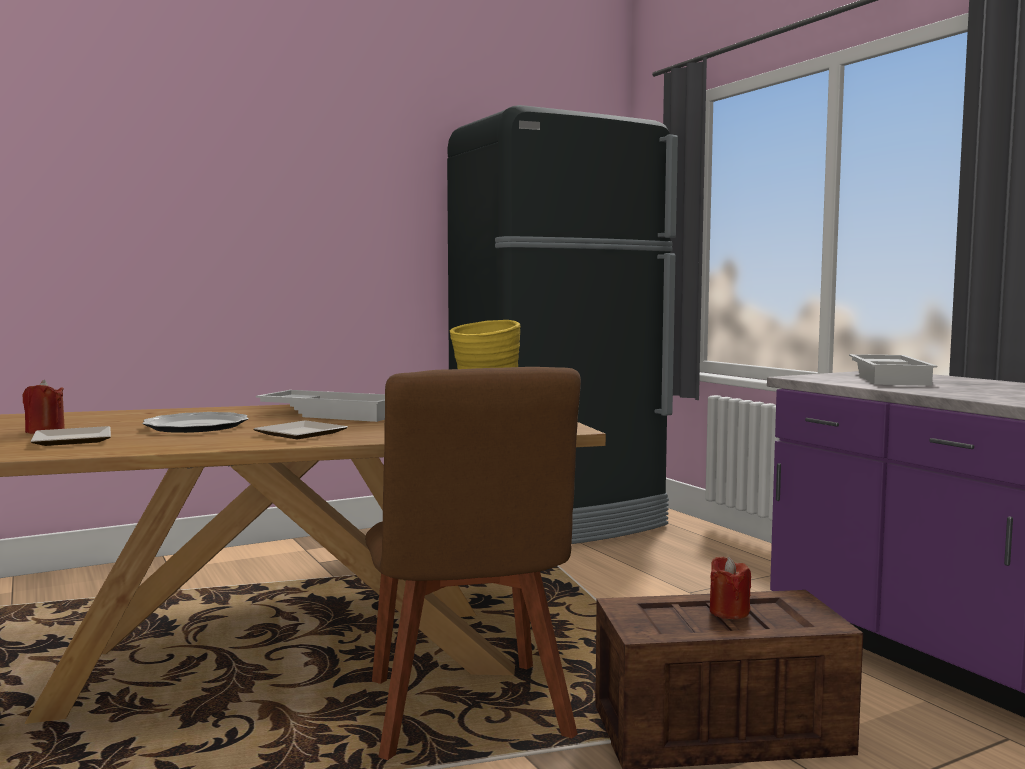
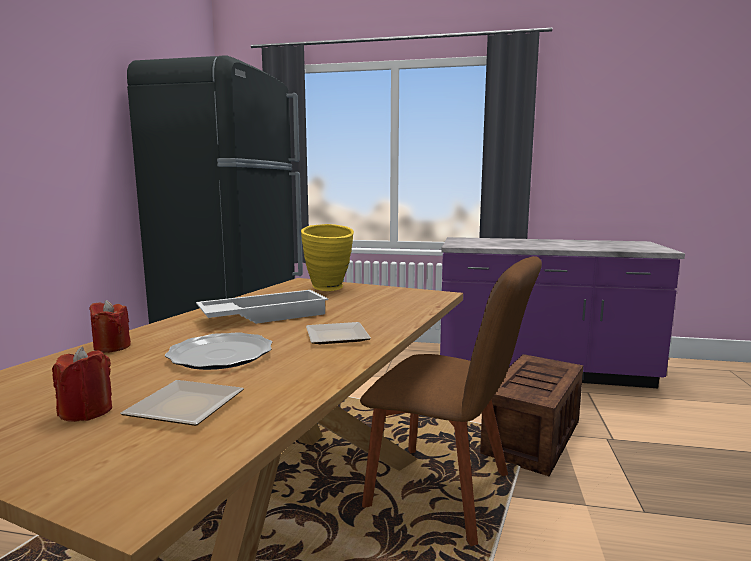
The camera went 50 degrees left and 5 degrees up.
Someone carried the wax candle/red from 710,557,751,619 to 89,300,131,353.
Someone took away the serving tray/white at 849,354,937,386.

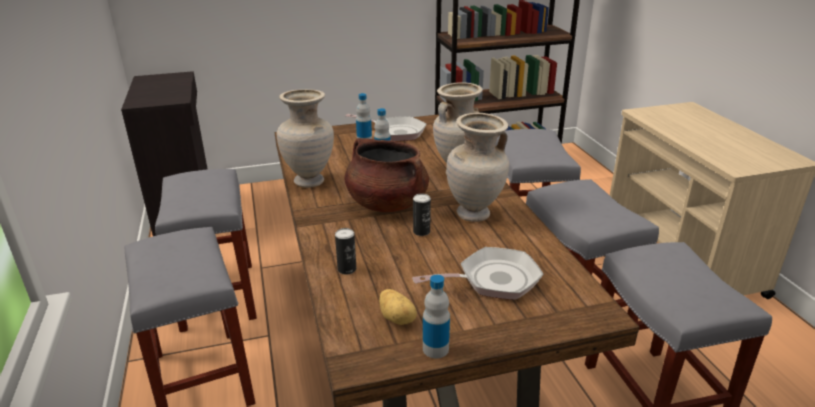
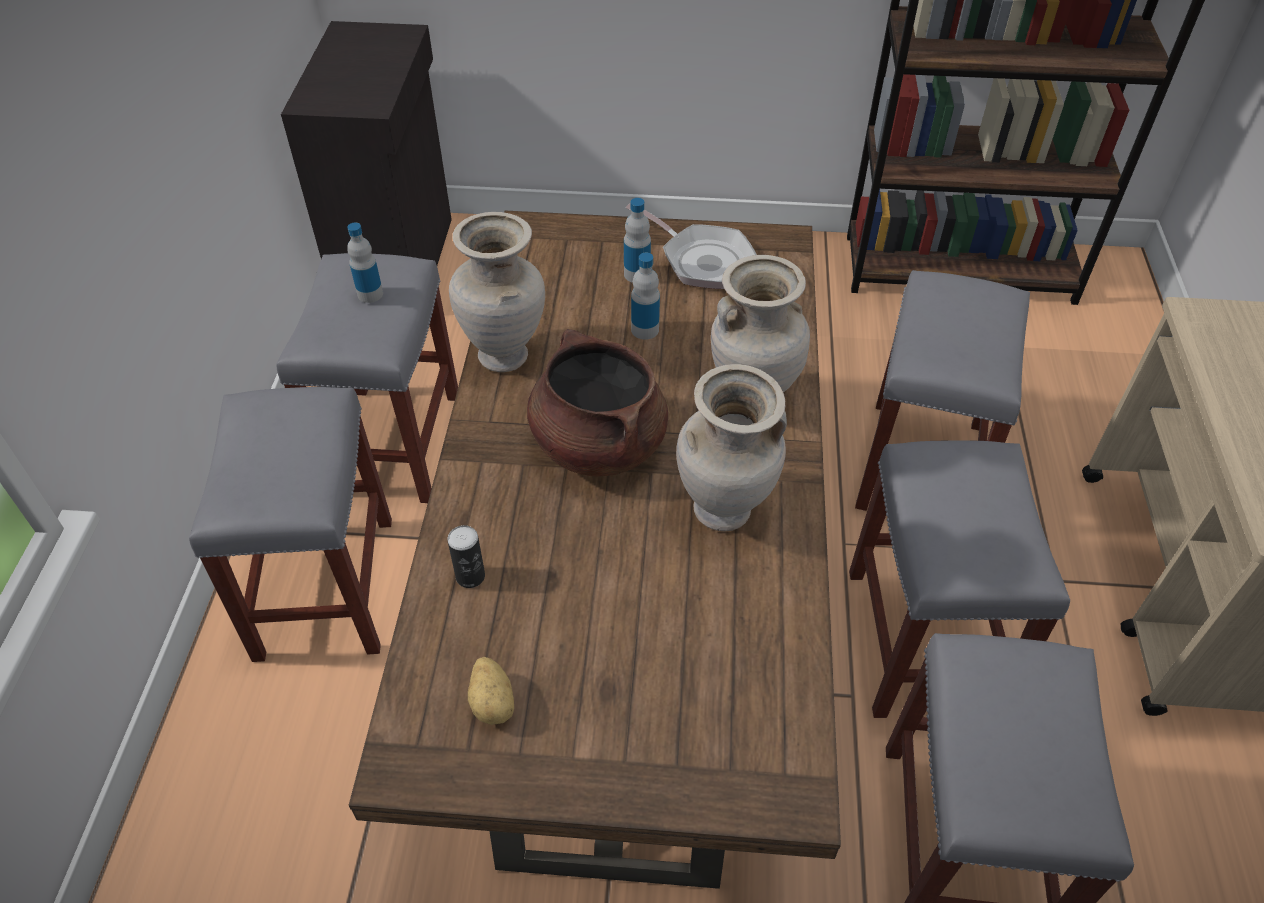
The camera went 20 degrees right and 20 degrees up.
Someone carried the beverage bottle from 423,274,450,358 to 347,222,383,303.
Someone took away the pan at 412,247,544,300.
Someone took away the metal can at 413,193,431,236.

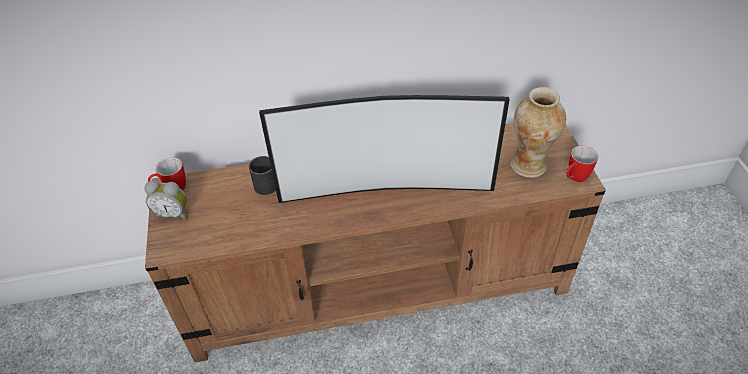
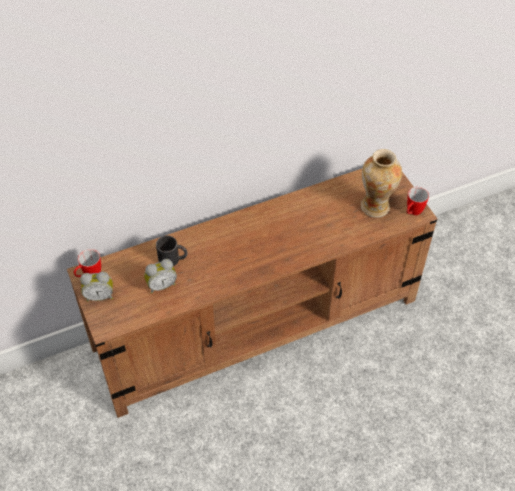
The camera went 15 degrees left and 5 degrees up.
Someone put down the bedside clock at 144,259,177,294.
Someone took away the TV at 259,95,510,203.

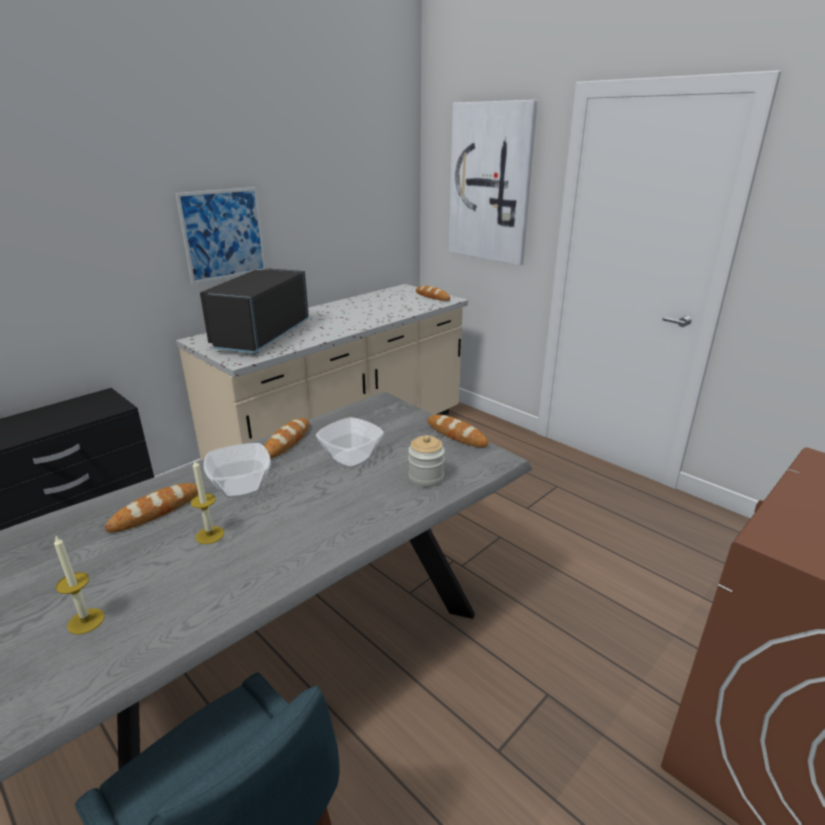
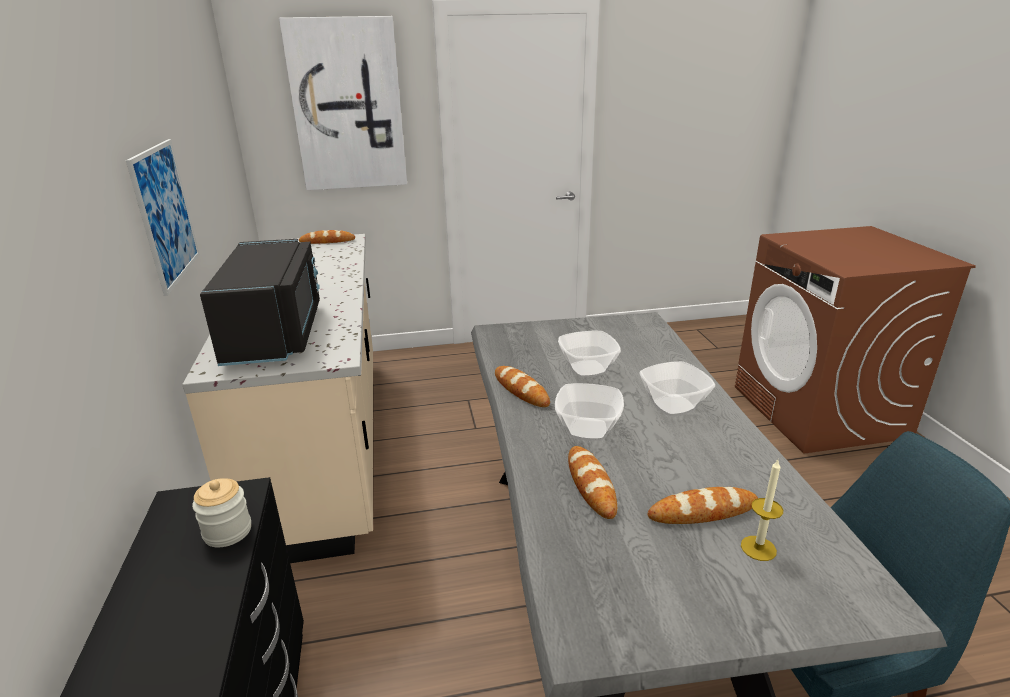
The camera went 55 degrees left and 0 degrees up.
Someone carried the storage jar from 408,435,445,487 to 192,478,251,547.
Someone rotated the microwave/black at 200,268,309,353 by 150 degrees counterclockwise.
Someone put down the bowl at 639,361,715,416.
Someone carried the bread from 428,415,488,447 to 648,487,758,524.
Someone took away the wax candle at 190,460,224,544.

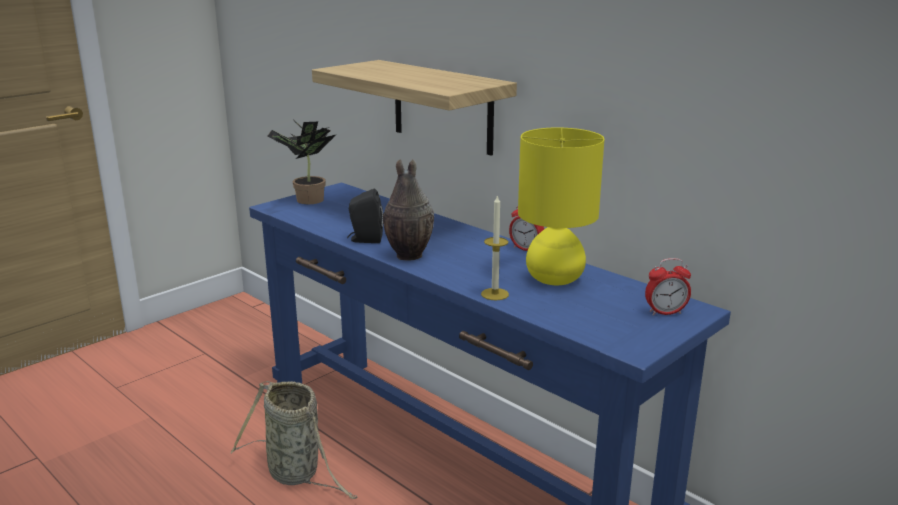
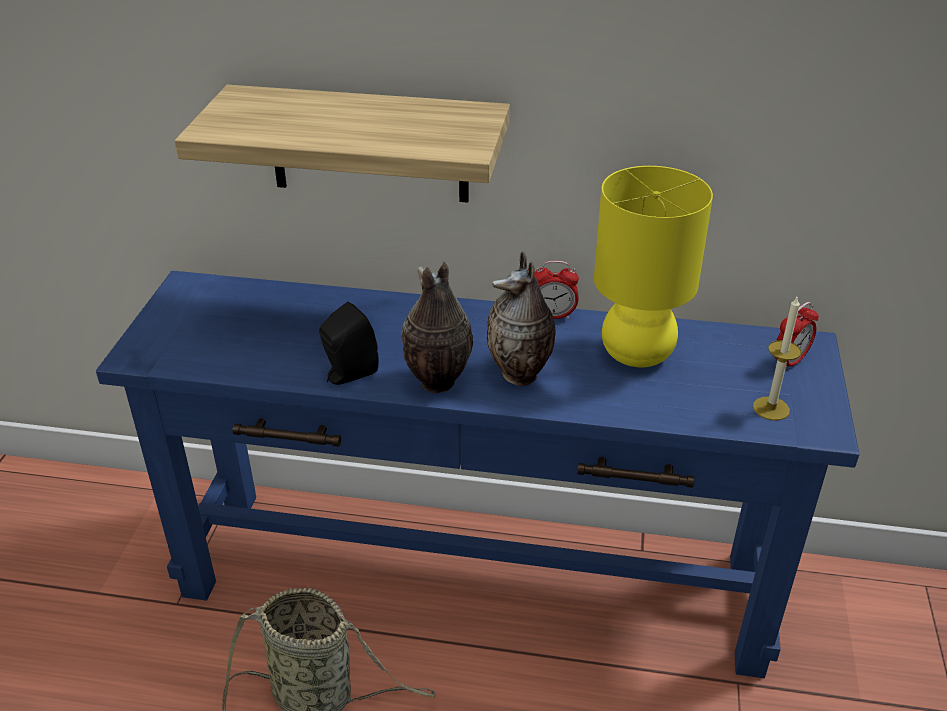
The camera went 35 degrees left and 15 degrees up.
Someone put down the decorative vase at 487,251,556,386.
Someone carried the wax candle from 481,194,509,300 to 753,295,801,421.
Someone took away the houseplant at 268,119,337,204.

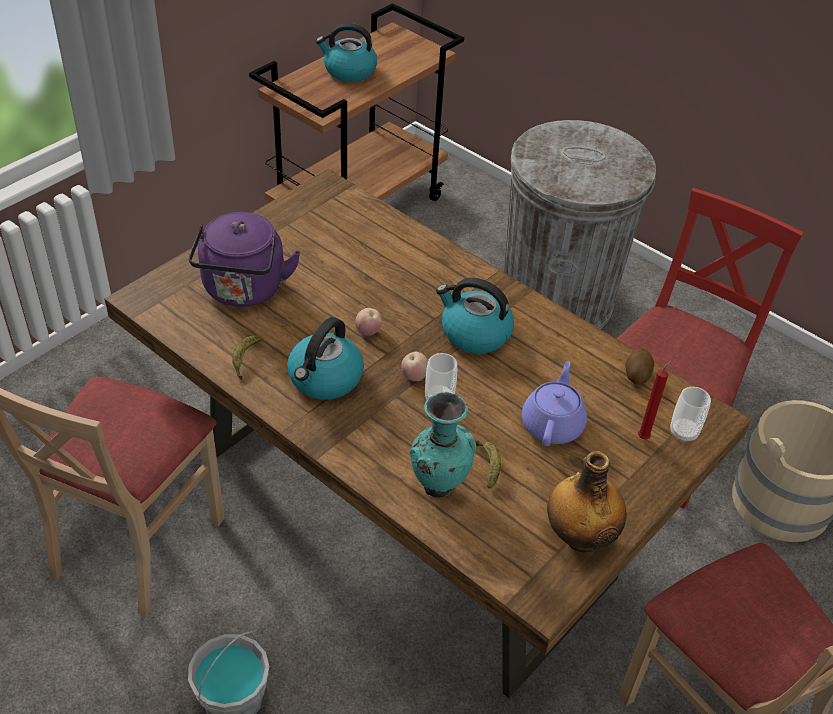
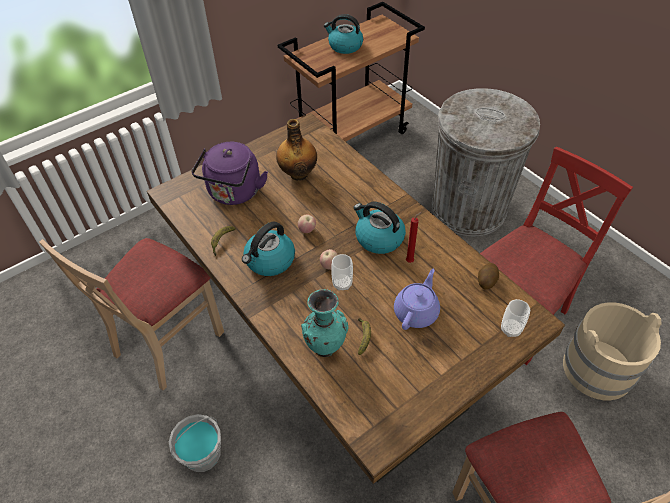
The camera went 15 degrees right and 5 degrees up.
Someone carried the beverage bottle from 547,451,626,552 to 276,119,317,181.
Someone carried the wax candle/red from 638,360,672,439 to 406,212,421,263.

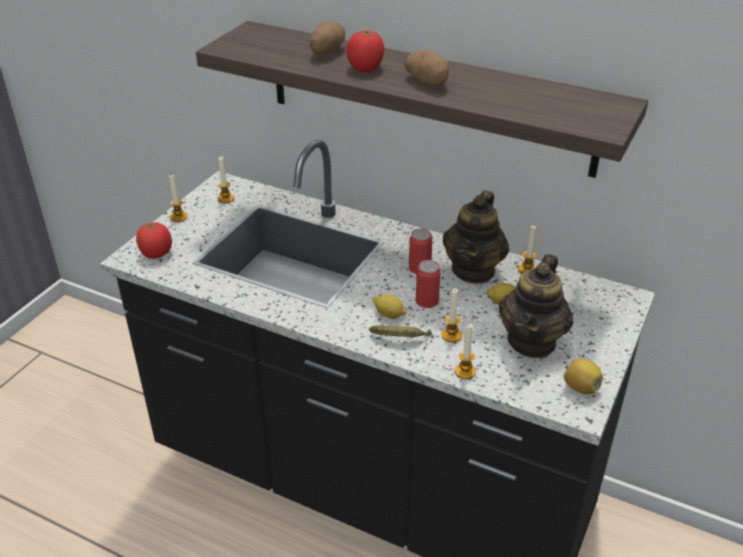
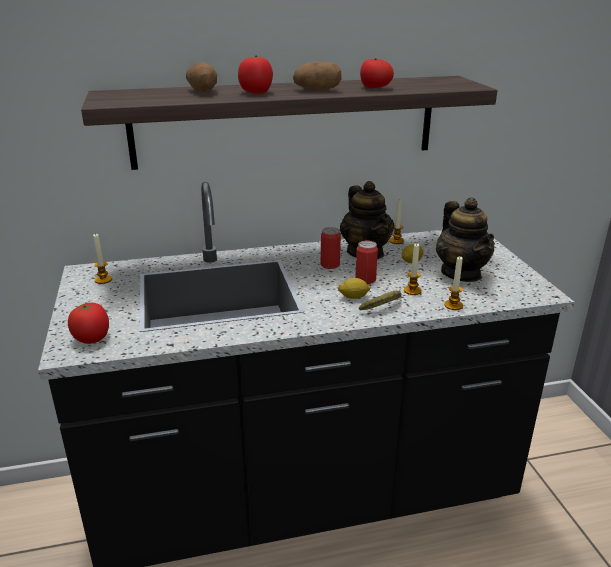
The camera went 40 degrees left and 10 degrees down.
Someone put down the whole tomato at 360,58,394,88.
Someone took away the wax candle at 169,174,187,222.
Someone took away the lemon at 564,358,603,394.

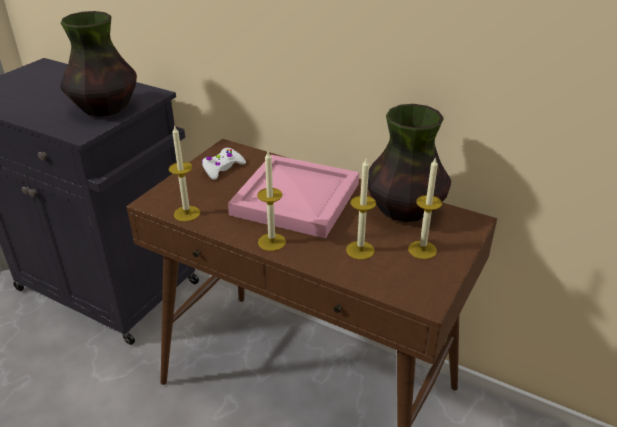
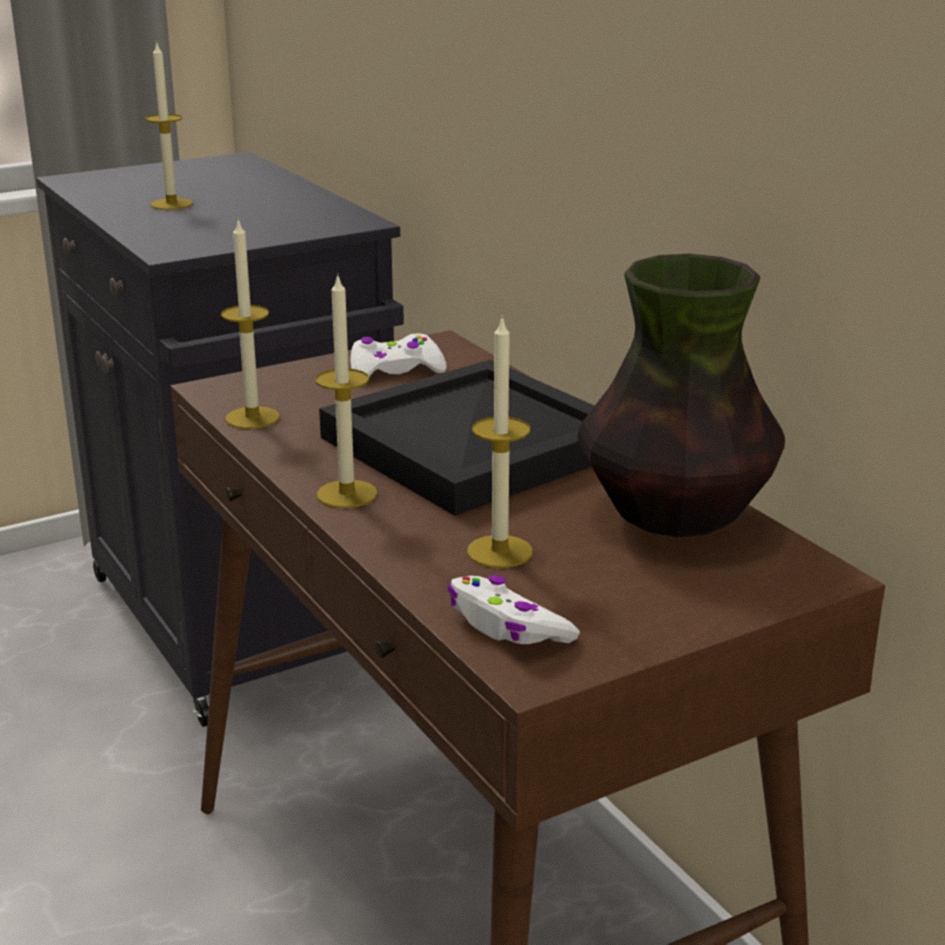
The camera went 30 degrees right and 10 degrees down.
Someone carried the wax candle from 408,157,442,259 to 145,43,193,210.
Someone repainted the serving tray/pink-coloured at 228,155,359,239, which became the serving tray/black at 319,360,595,516.
Someone put down the game controller/white at 447,575,580,644.
Someone took away the decorative vase at 60,11,137,117.

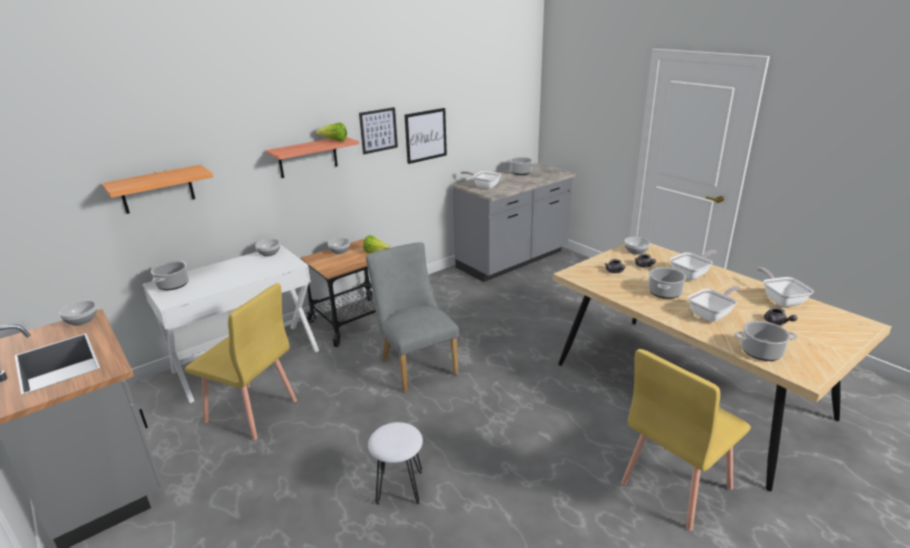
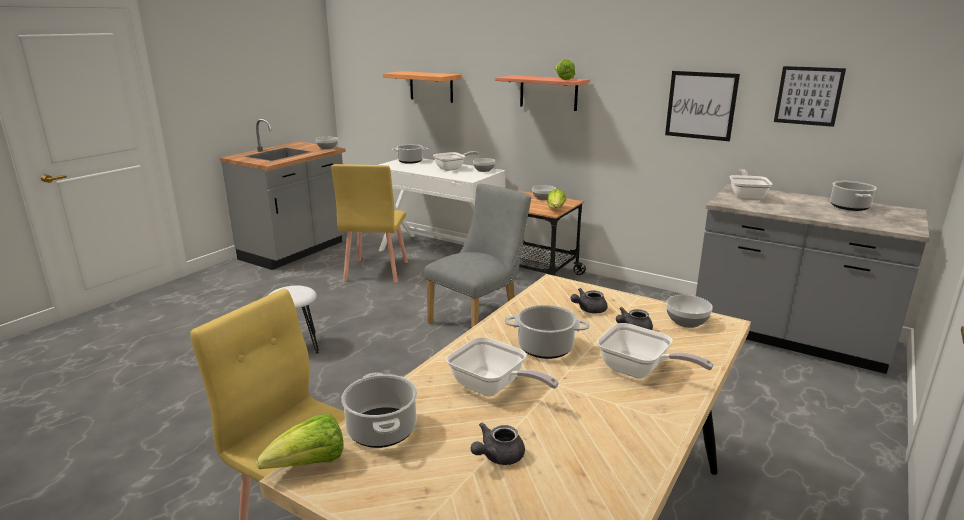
The camera went 70 degrees right and 5 degrees down.
Someone put down the head of lettuce at 256,414,344,469.
Someone carried the pan from 757,267,814,307 to 433,151,479,171.
Someone carried the wall art from 359,107,398,154 to 774,66,846,127.

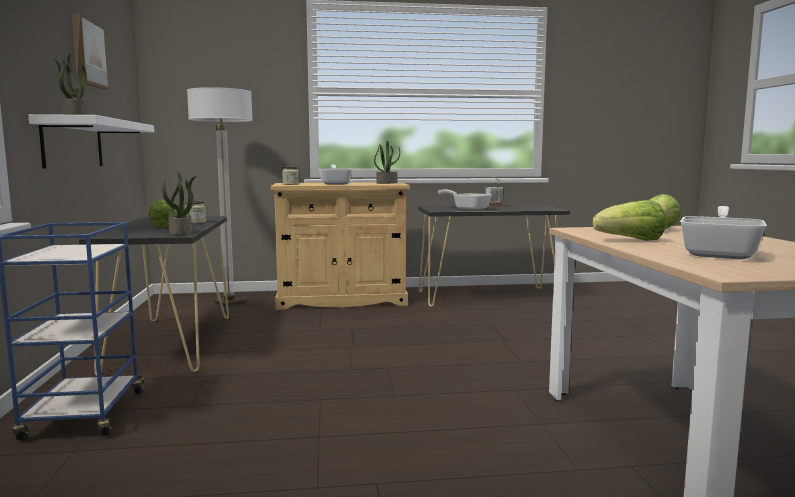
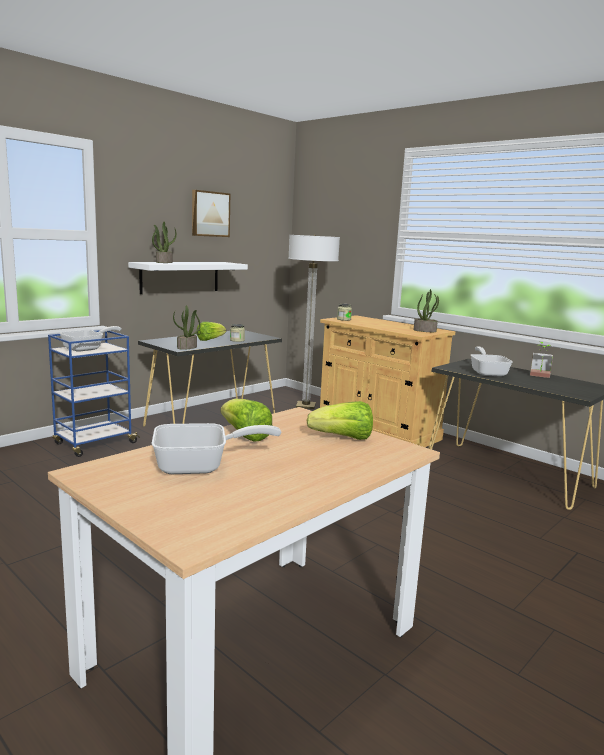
The camera went 50 degrees right and 5 degrees up.
Someone carried the pan from 319,164,353,185 to 60,326,122,352.

